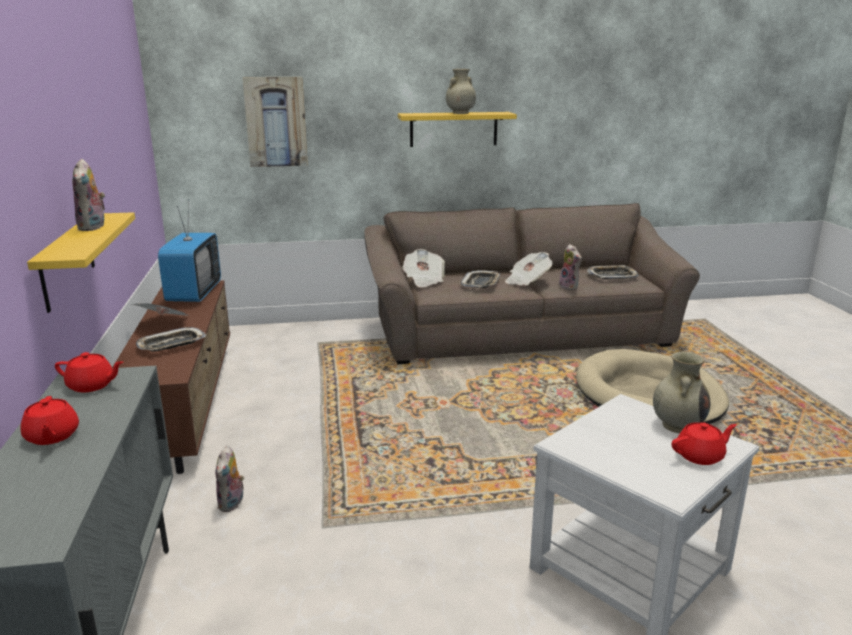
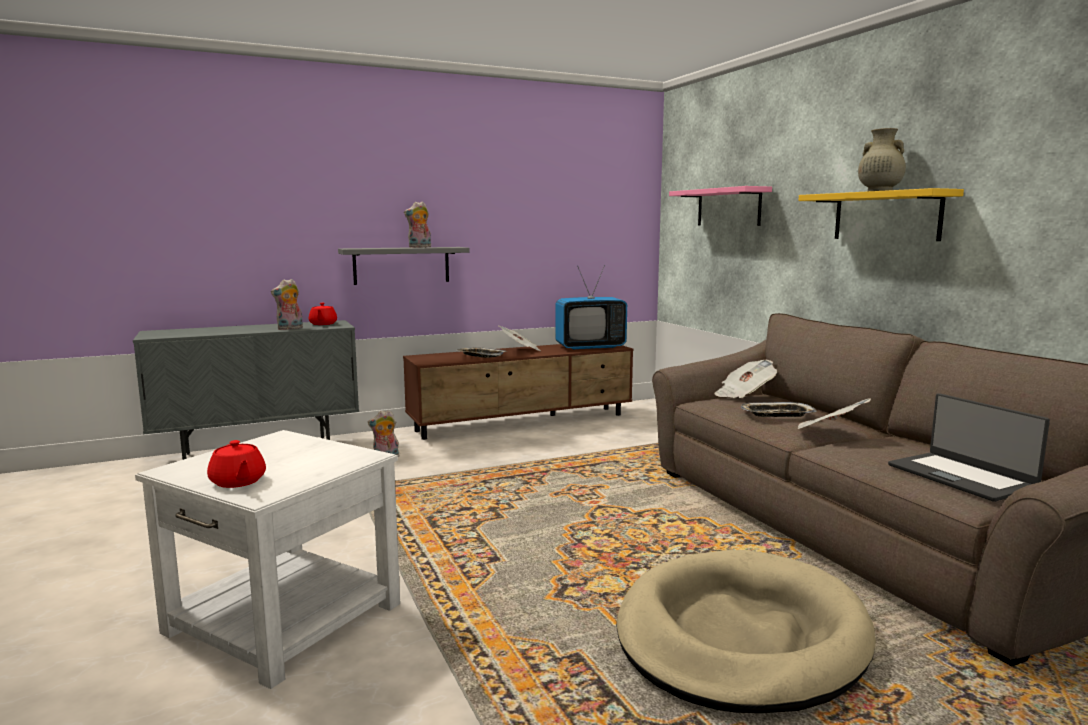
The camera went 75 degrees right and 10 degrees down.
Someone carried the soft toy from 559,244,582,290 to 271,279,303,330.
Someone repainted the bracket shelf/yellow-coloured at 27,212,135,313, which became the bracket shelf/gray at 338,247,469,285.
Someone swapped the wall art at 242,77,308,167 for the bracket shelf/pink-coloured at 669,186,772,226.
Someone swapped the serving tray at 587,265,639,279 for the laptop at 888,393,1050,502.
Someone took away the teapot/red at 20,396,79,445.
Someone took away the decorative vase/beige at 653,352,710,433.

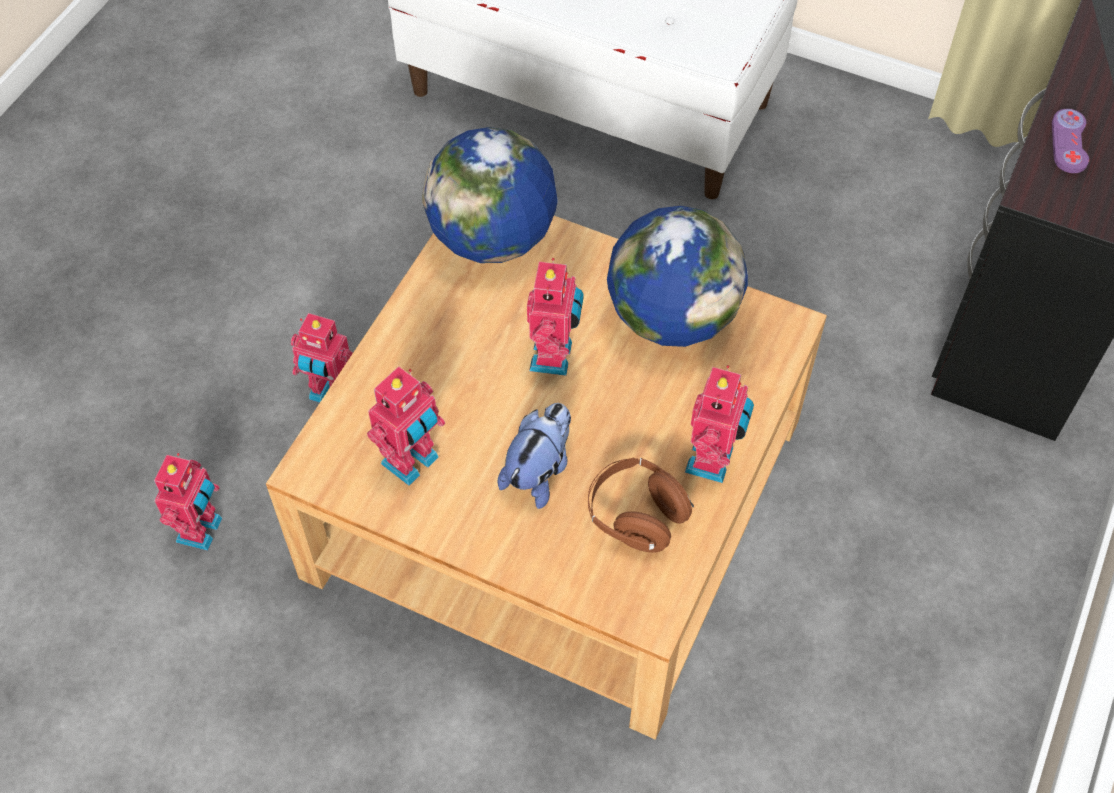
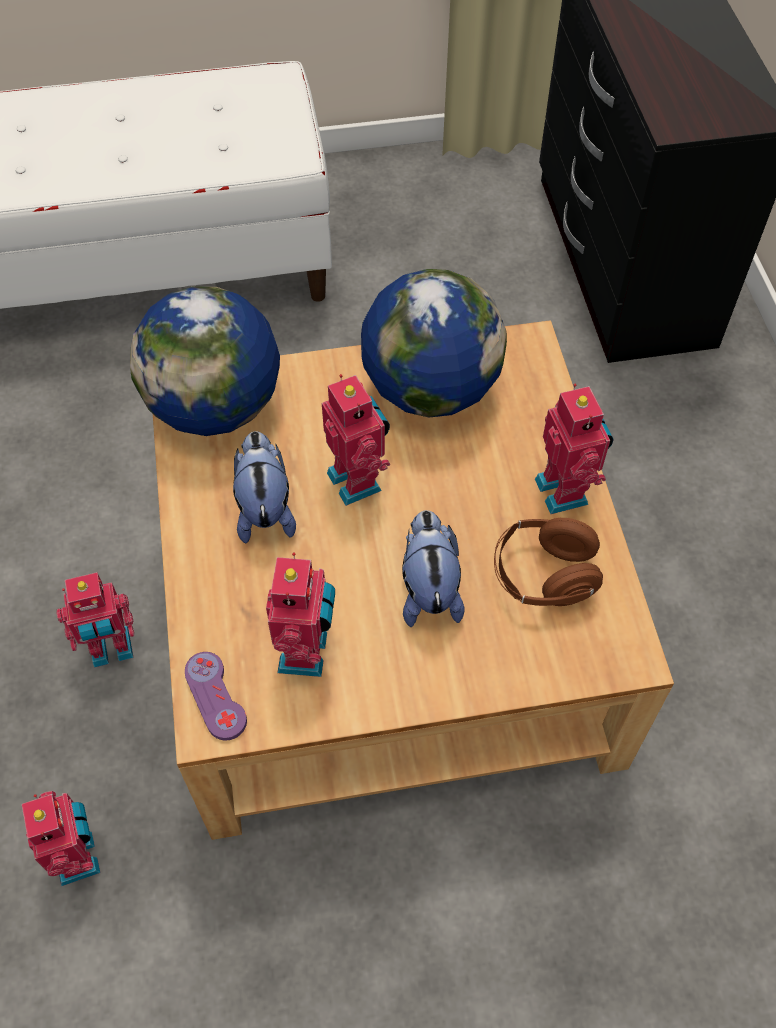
The camera went 35 degrees left and 0 degrees up.
Someone carried the game controller/purple from 1052,109,1089,173 to 185,652,247,740.
Someone put down the soft toy at 233,431,296,544.

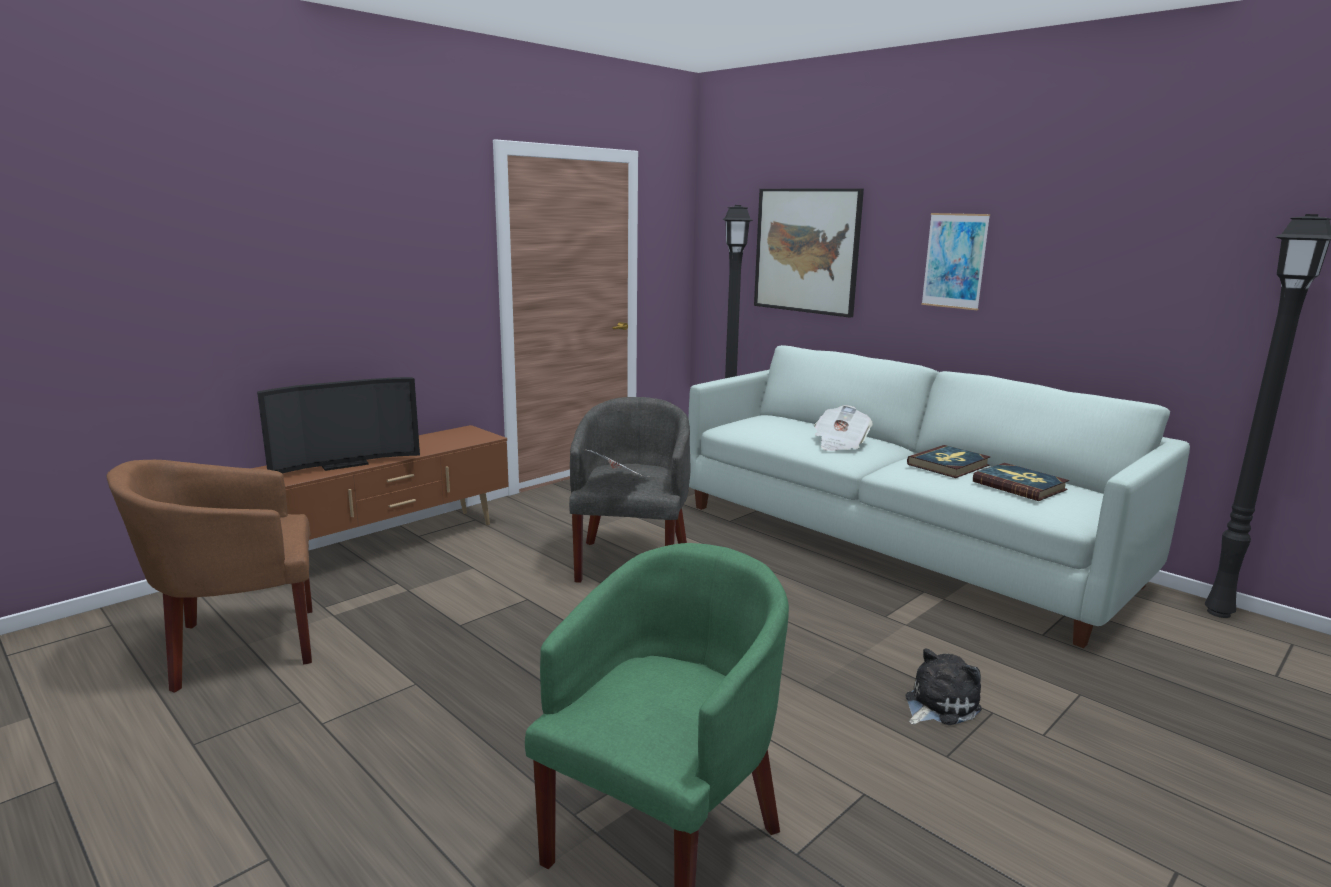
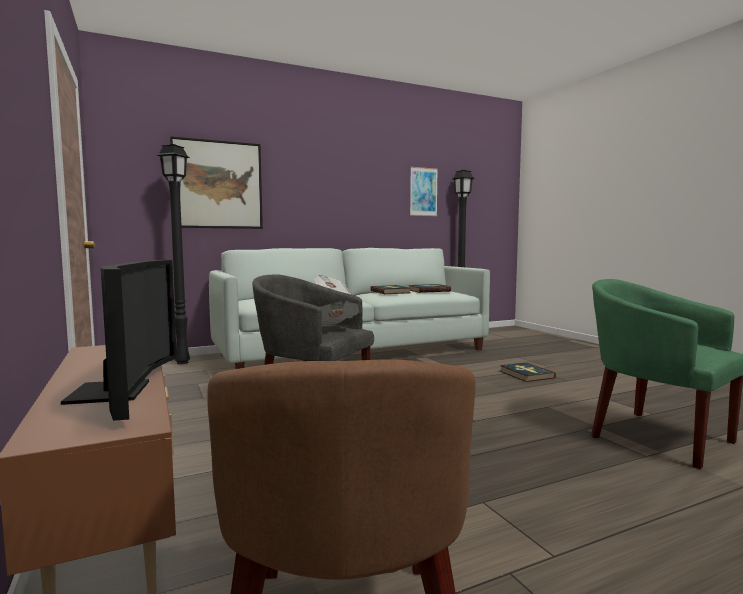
The camera went 70 degrees left and 10 degrees down.
Someone carried the wall art from 921,213,990,310 to 410,167,438,216.
Someone swapped the soft toy at 905,648,982,725 for the volume at 500,362,556,382.

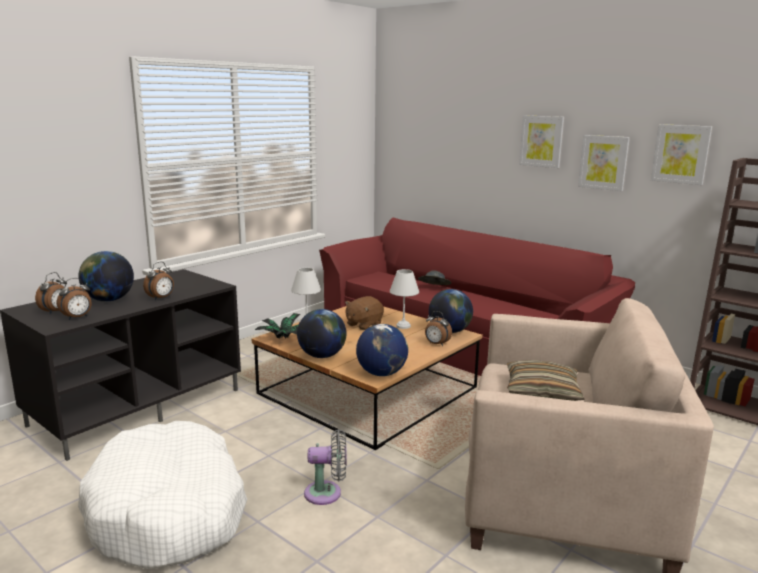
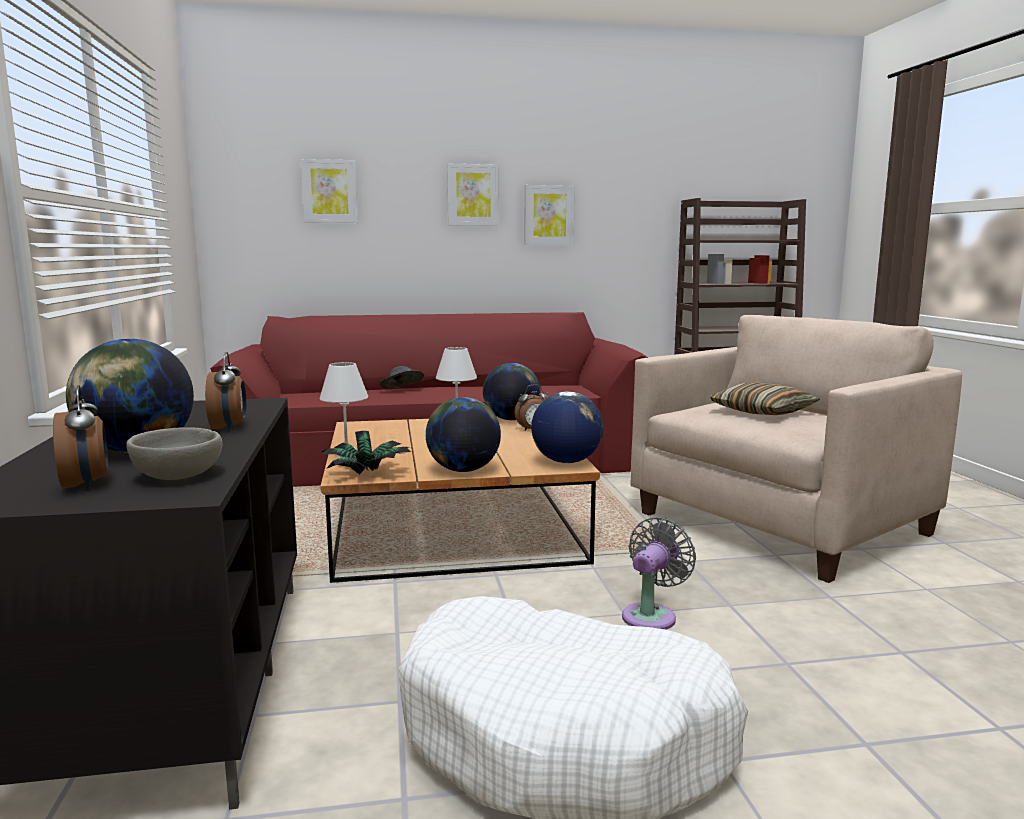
The camera went 50 degrees left and 5 degrees down.
Someone swapped the bedside clock at 57,278,92,320 for the bowl/gray at 126,427,223,480.
Someone carried the wall art from 651,124,712,185 to 301,159,358,223.
Someone took away the soft toy/brown-coloured at 345,296,384,330.

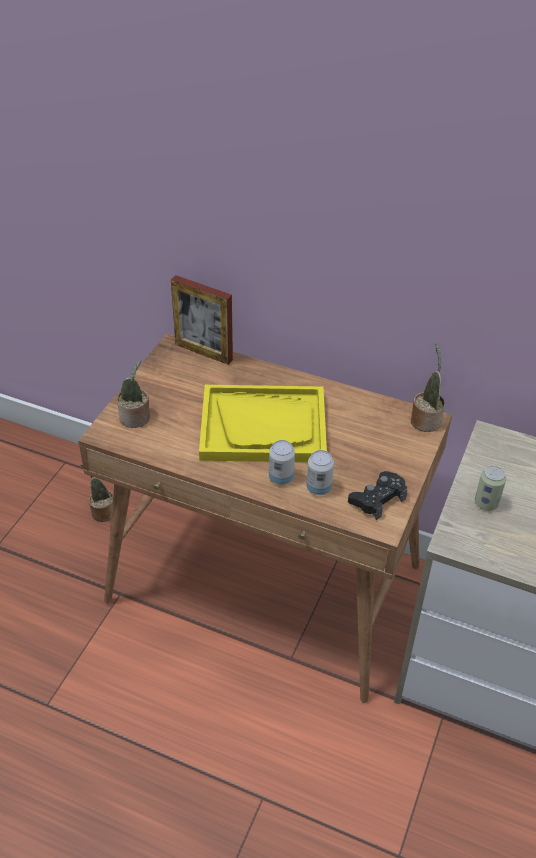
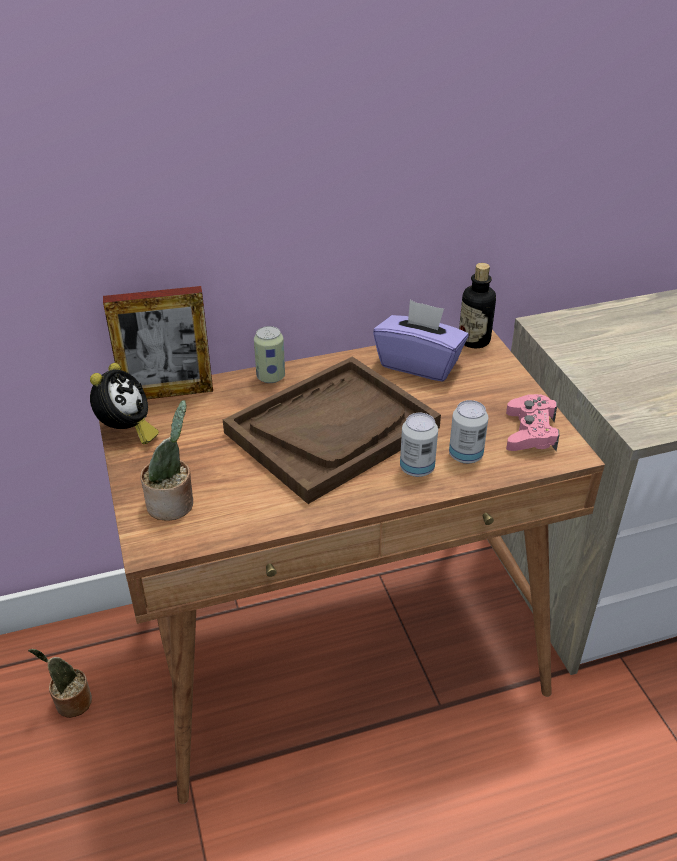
The camera went 40 degrees left and 5 degrees down.
Someone put down the bedside clock at 90,363,159,444.
Someone repainted the serving tray/yellow-coloured at 199,385,327,462, which became the serving tray/brown-coloured at 223,356,441,504.
Someone carried the metal can from 475,466,506,511 to 254,326,285,383.
Someone put down the tissue holder/purple at 373,300,469,382.
Someone swapped the houseplant at 411,343,445,432 for the beverage bottle at 459,263,496,348.
Someone repainted the game controller/black at 348,471,407,520, which became the game controller/pink-coloured at 506,394,559,451.

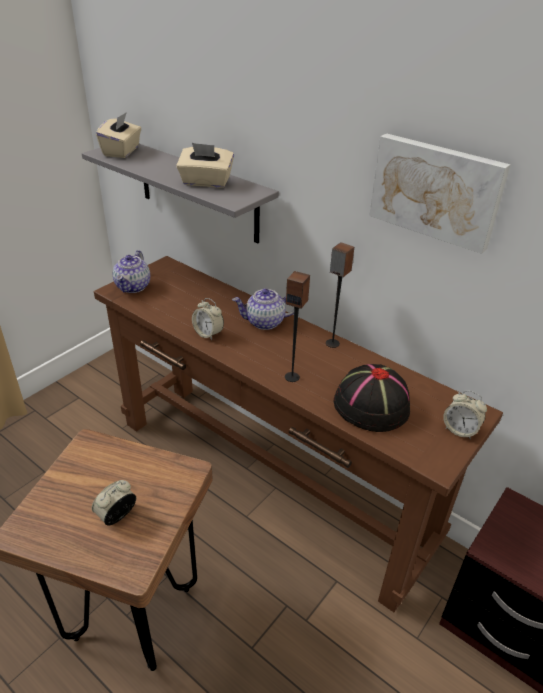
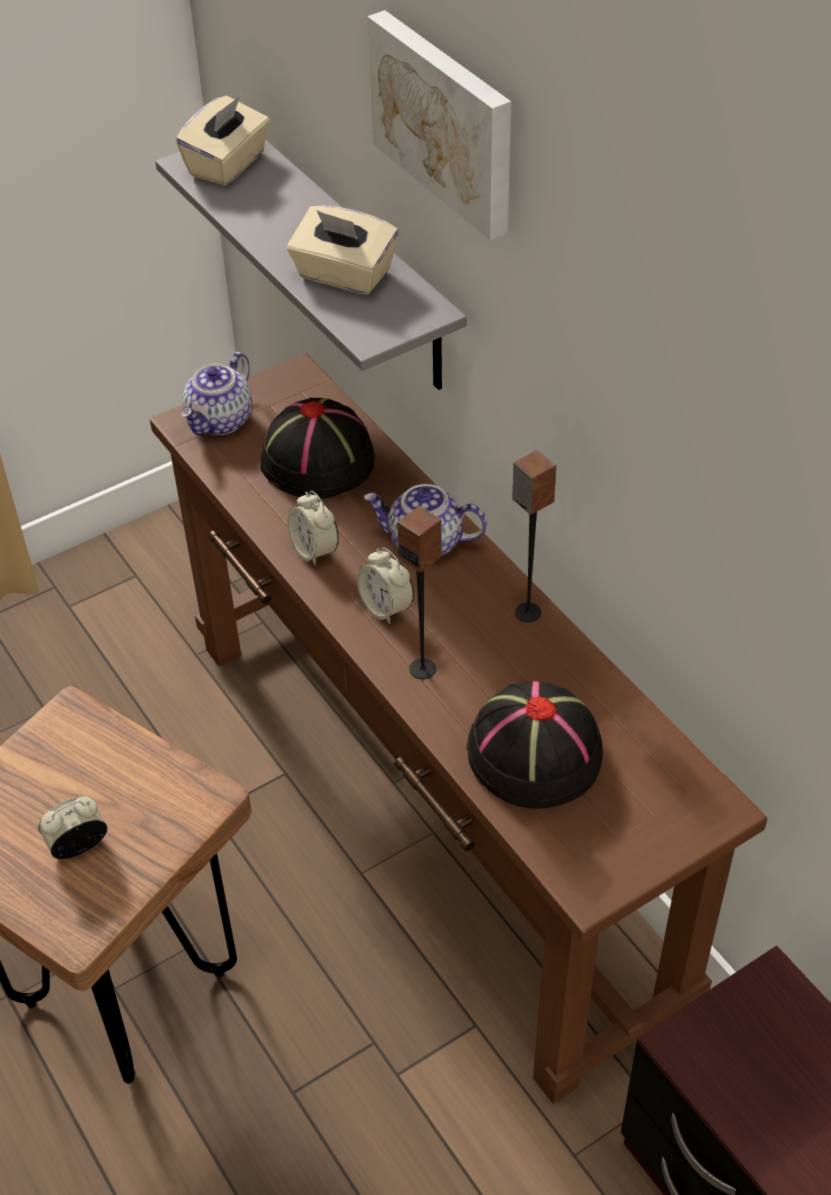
The camera went 20 degrees right and 10 degrees up.
Someone put down the clothing hat/black at 261,398,375,499.
Someone carried the bedside clock from 443,390,487,440 to 357,547,414,624.
Someone carried the wall art from 369,133,511,254 to 367,10,511,240.

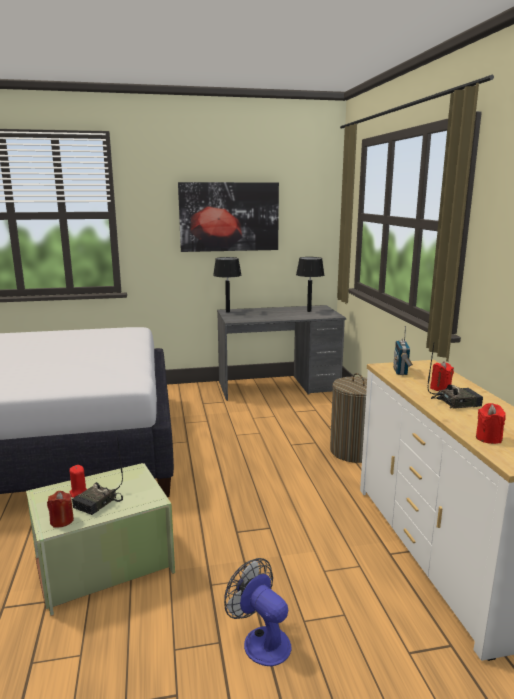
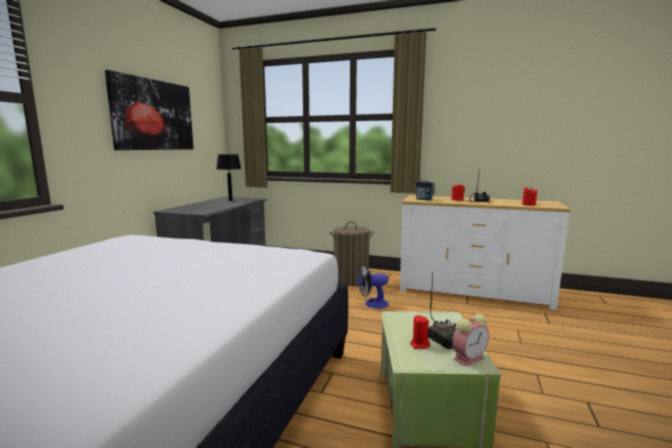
The camera went 60 degrees left and 5 degrees down.
Someone carried the electric fan from 224,558,292,666 to 358,265,389,309.
Someone swapped the wax candle/red at 47,491,74,528 for the bedside clock at 452,314,489,366.
Someone took away the table lamp/black at 213,257,241,312.

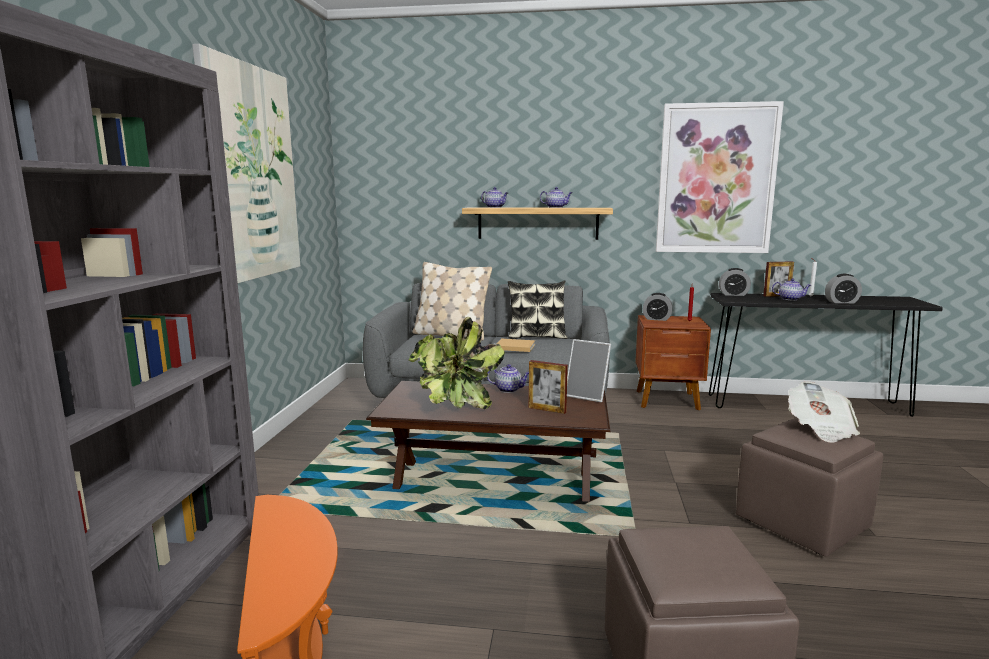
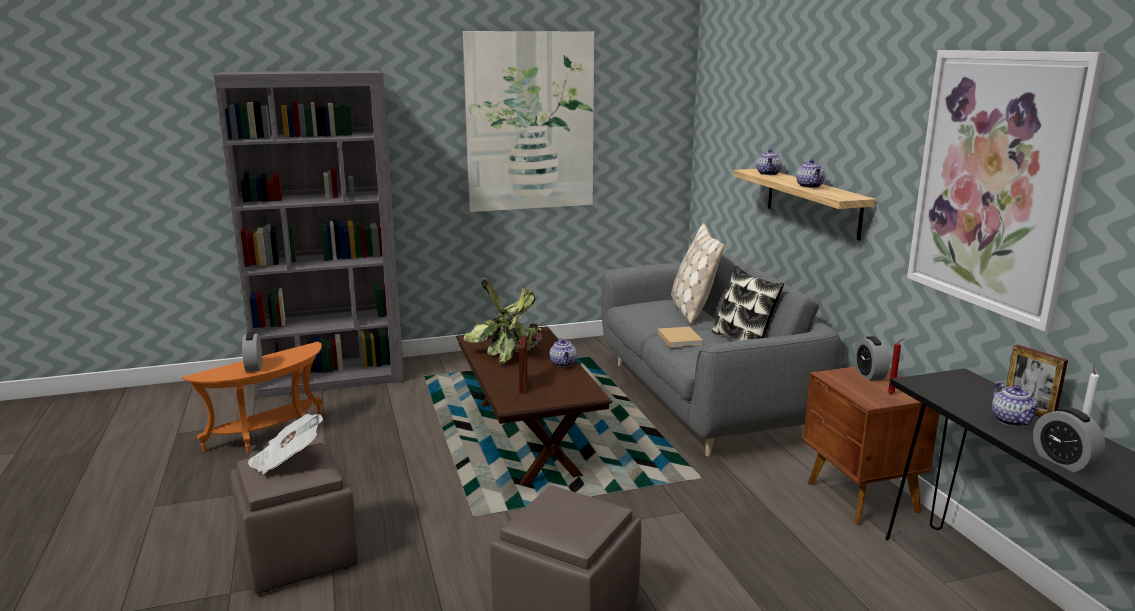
The camera went 65 degrees right and 5 degrees up.
Someone carried the bedside clock from 719,268,751,296 to 242,332,262,372.
Someone carried the printed paper from 788,381,860,443 to 248,414,323,474.
Someone took away the photo frame at 567,339,611,402.

